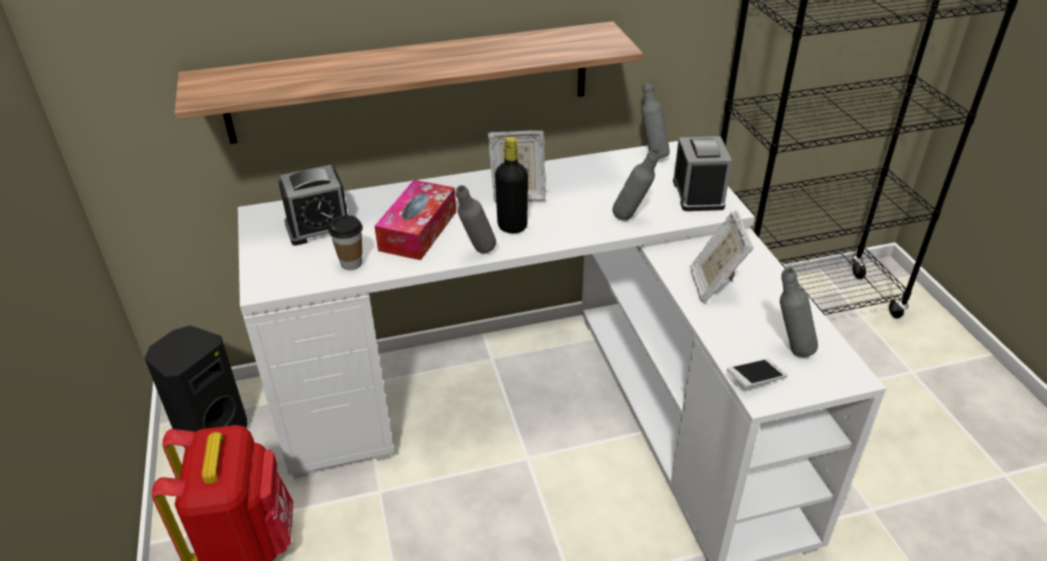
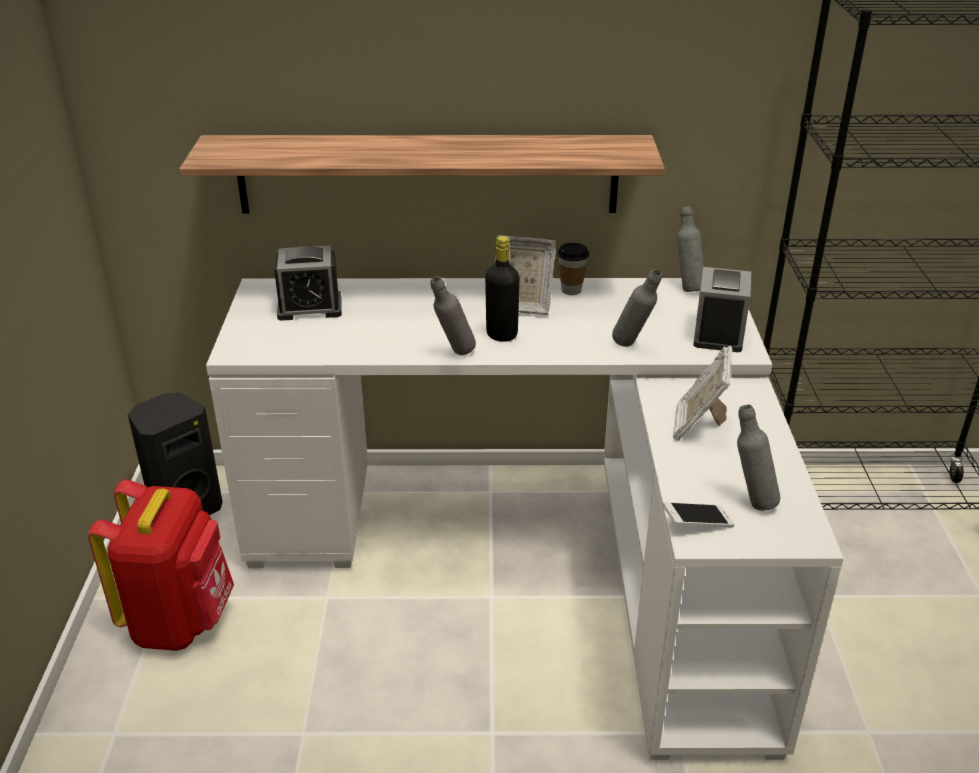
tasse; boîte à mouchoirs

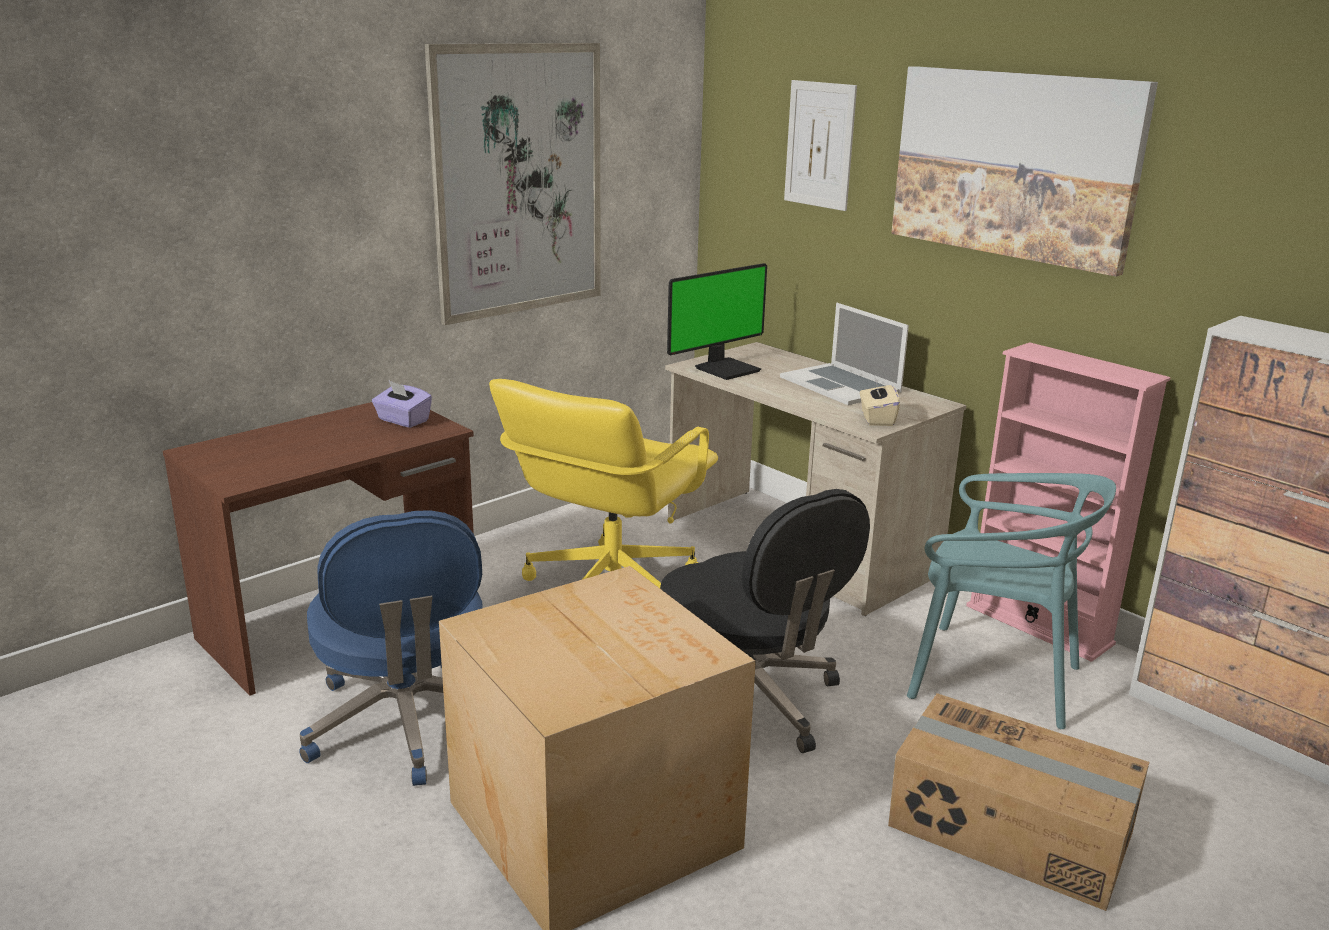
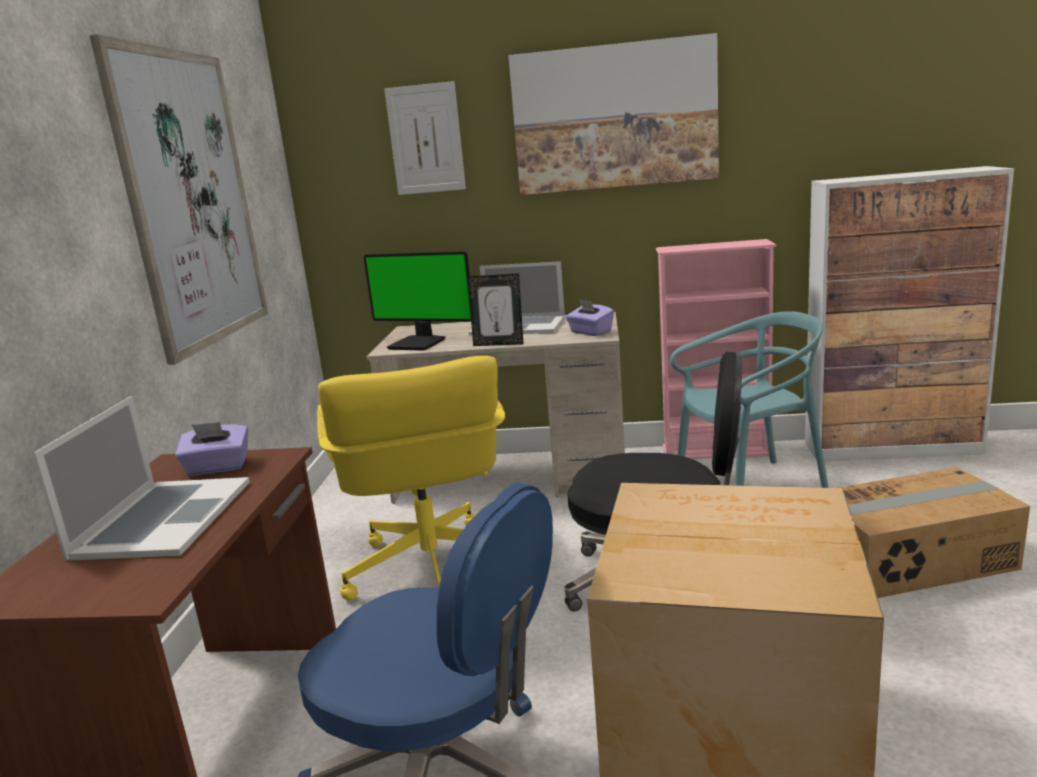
écran d'ordinateur; boîte à mouchoirs/violet (2nd from left); ordinateur portable (1st from left); cadre photo

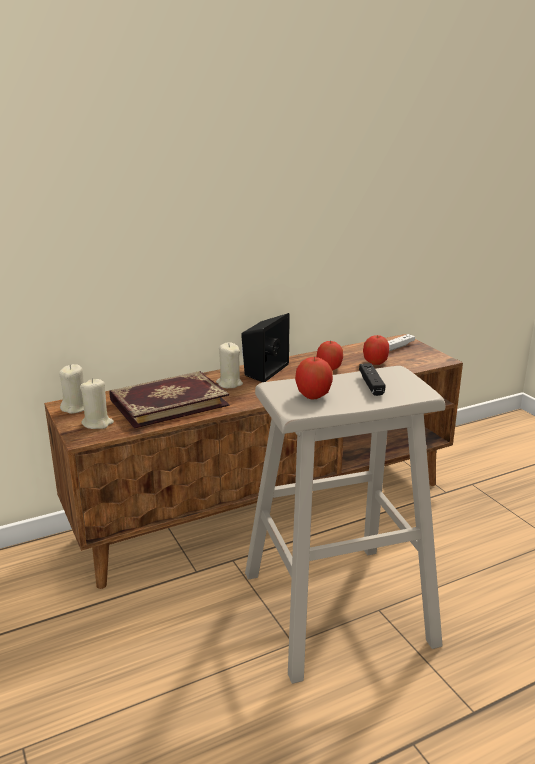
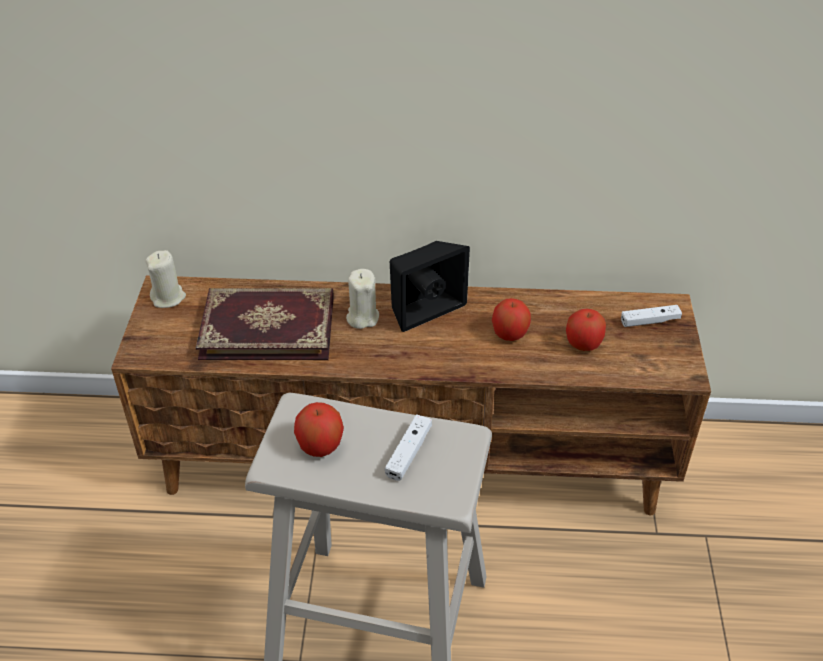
bougie/beige (2nd from left in the first image); manette/blanc (1st from left)

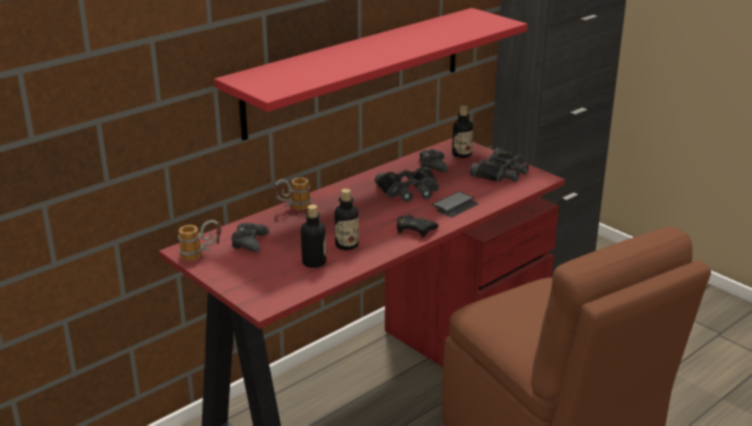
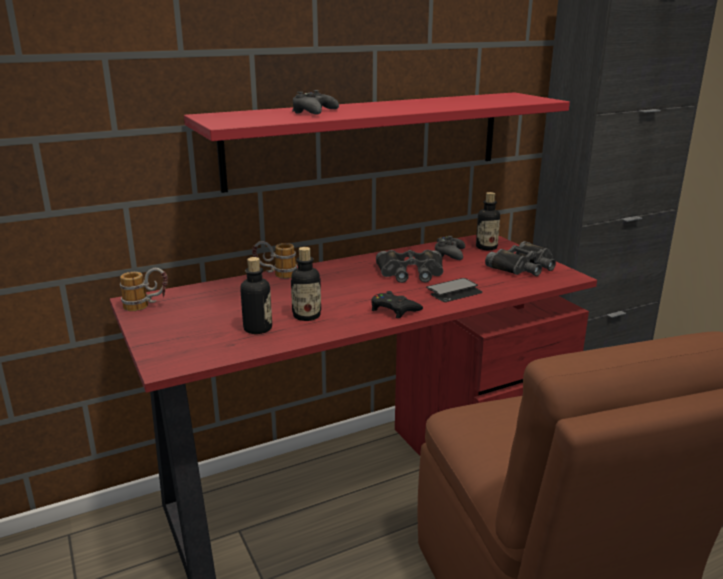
manette/noir (1st from left)

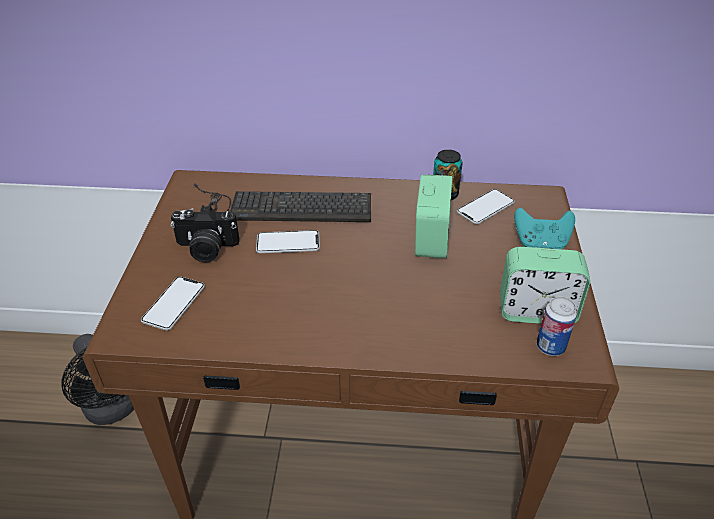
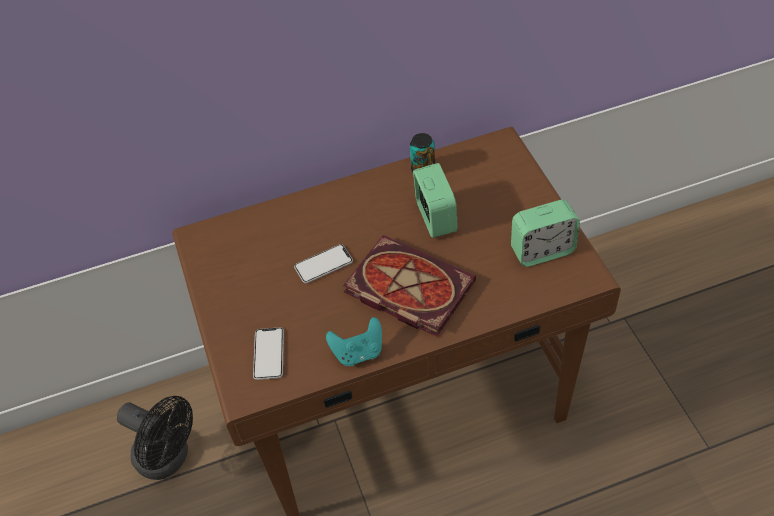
appareil photo; clavier; téléphone (3rd from left in the first image); manette/turquoise; boîte métallique (2nd from left in the first image); livre

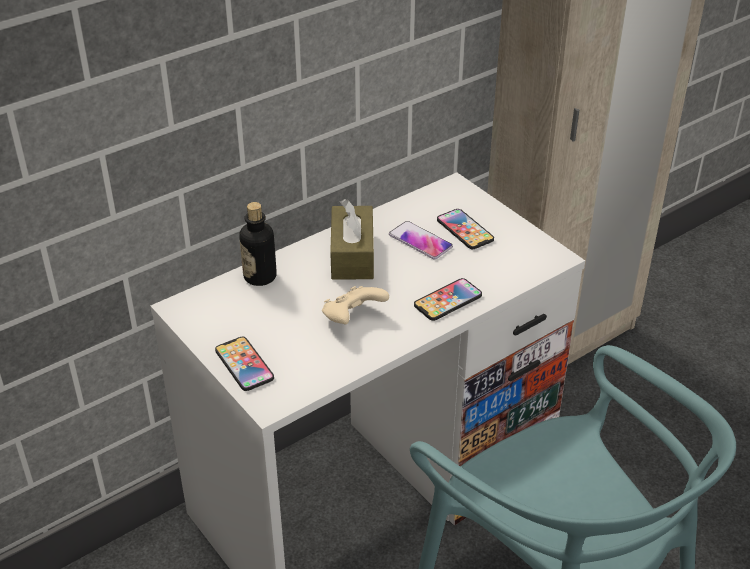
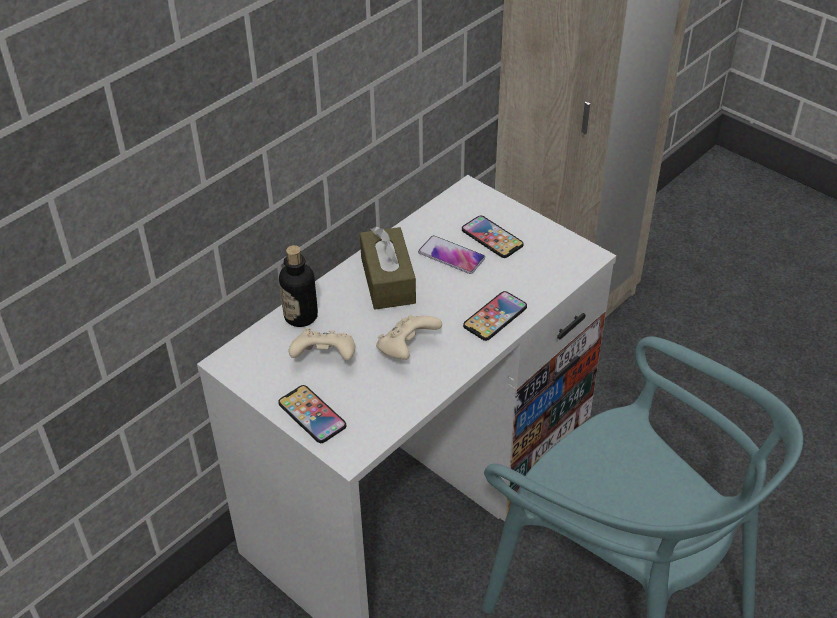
manette/beige (1st from left)

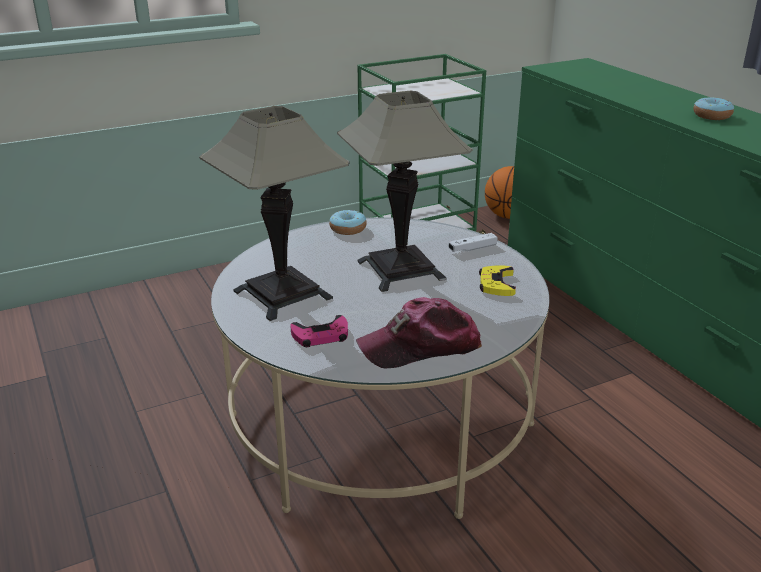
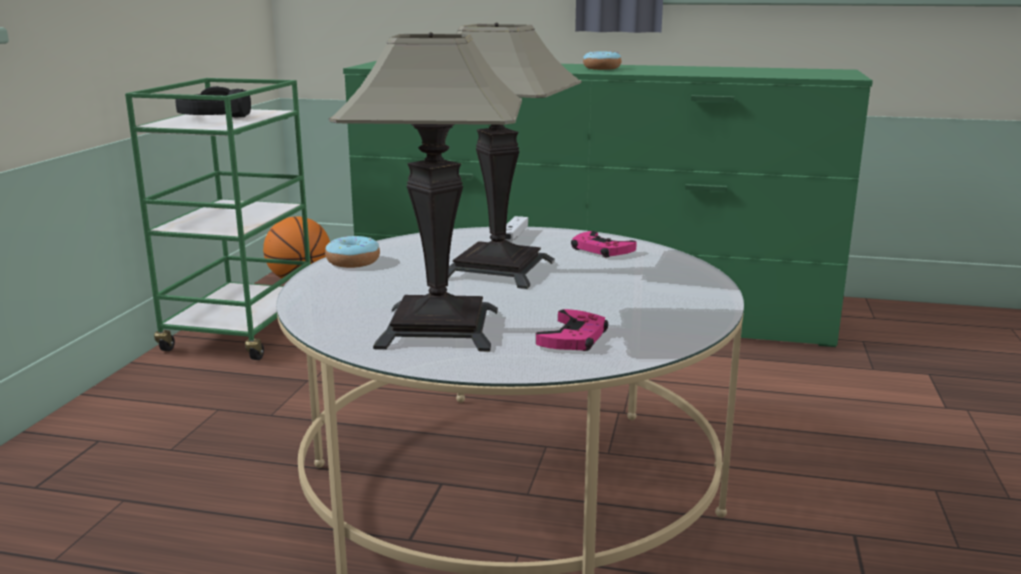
casquette; manette/rose (2nd from left); casque audio/noir

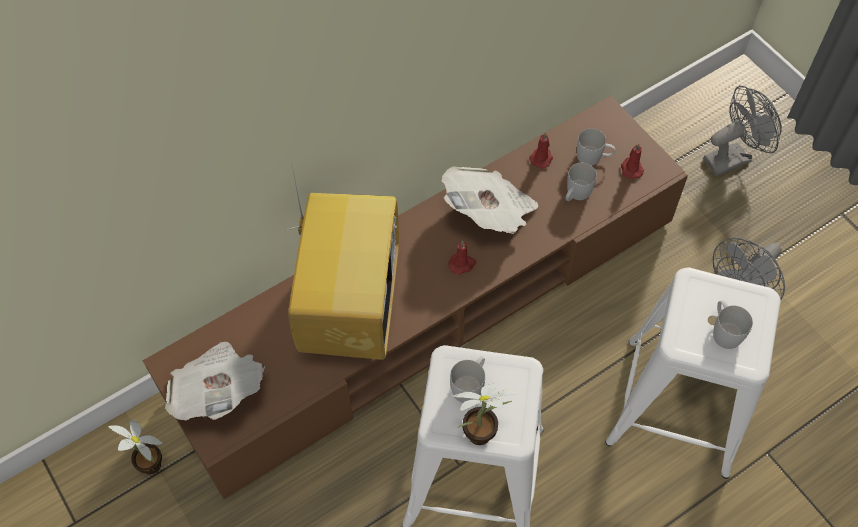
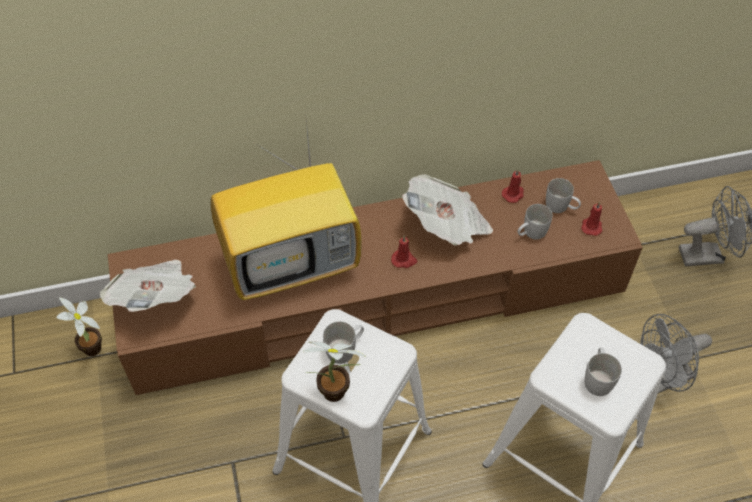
téléviseur

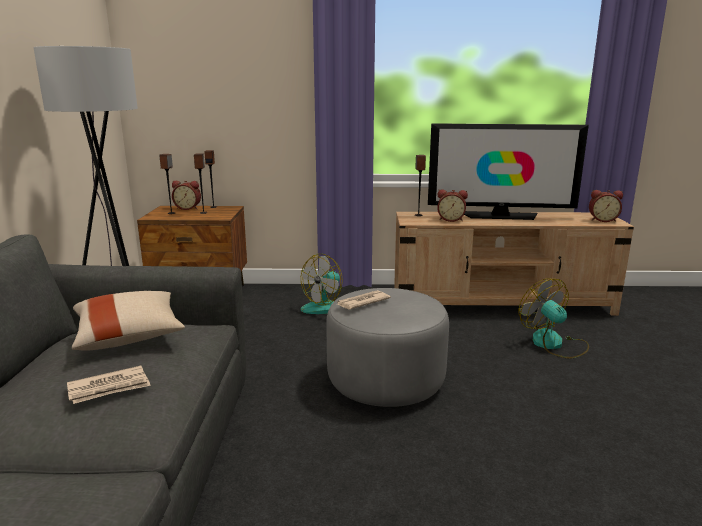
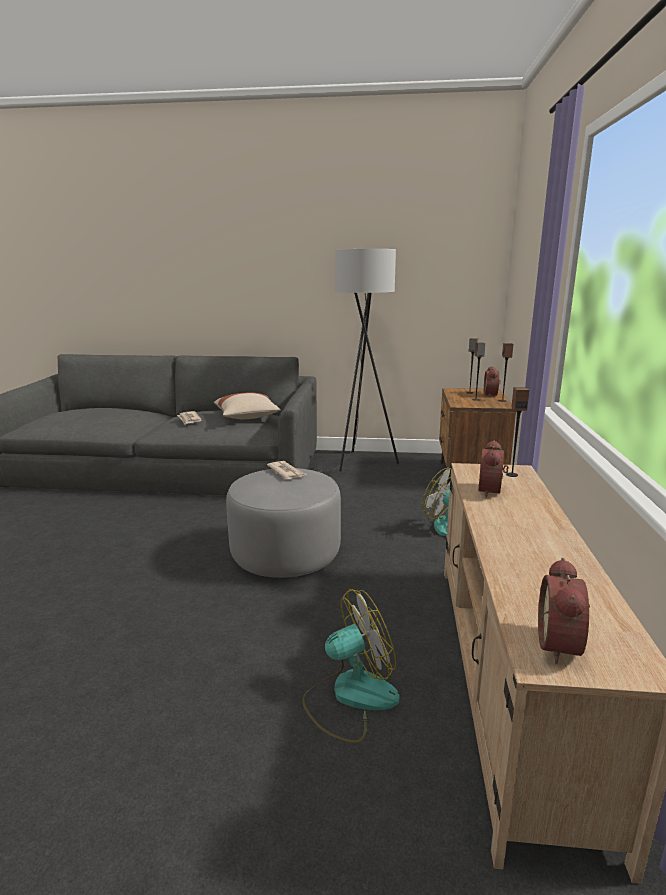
téléviseur

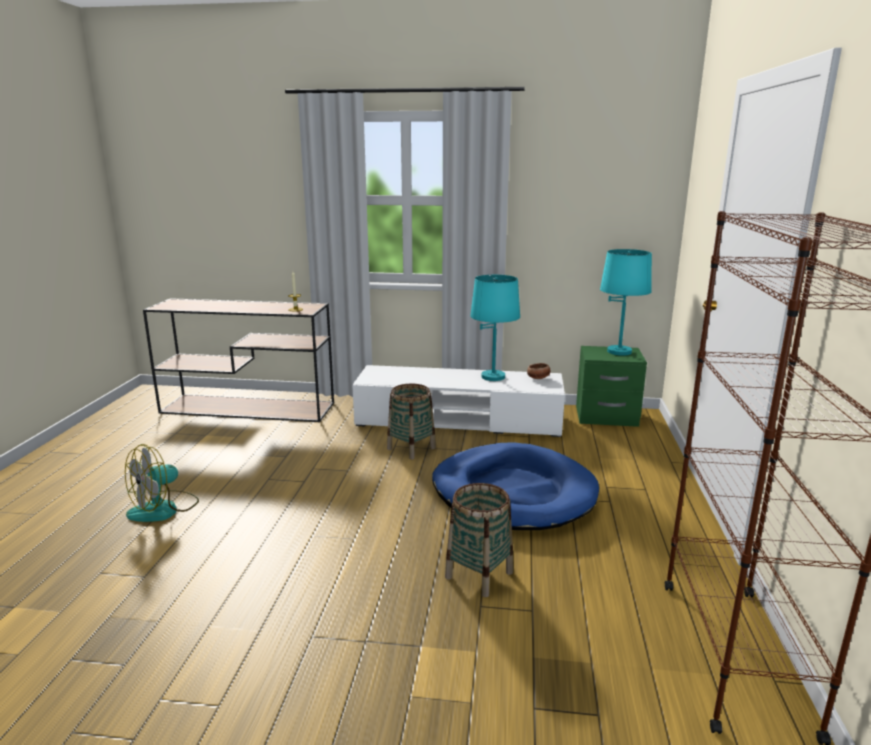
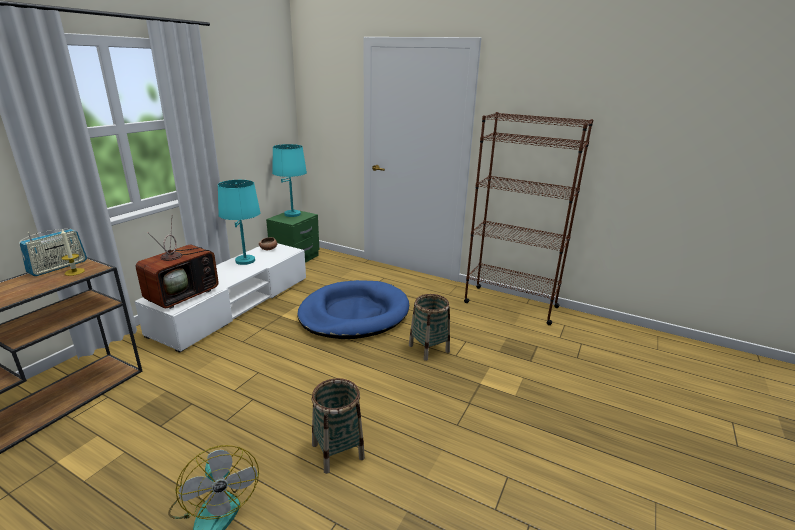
panier (1st from left); radio; téléviseur

